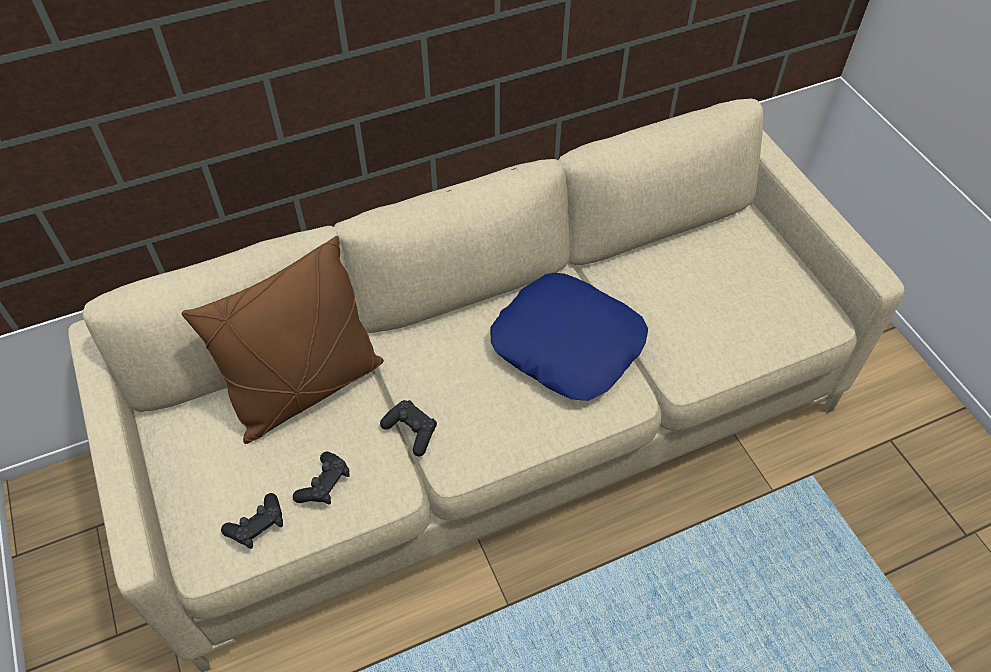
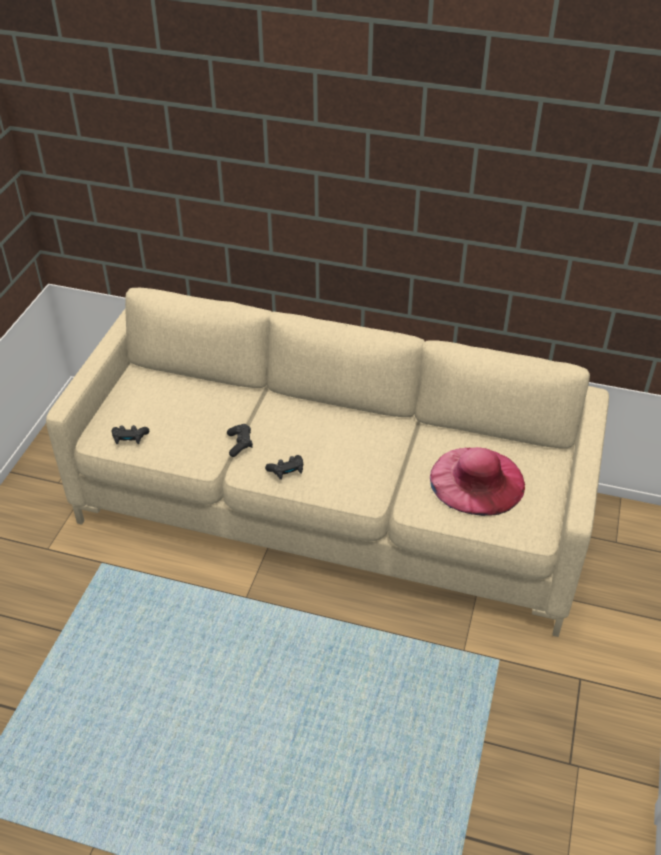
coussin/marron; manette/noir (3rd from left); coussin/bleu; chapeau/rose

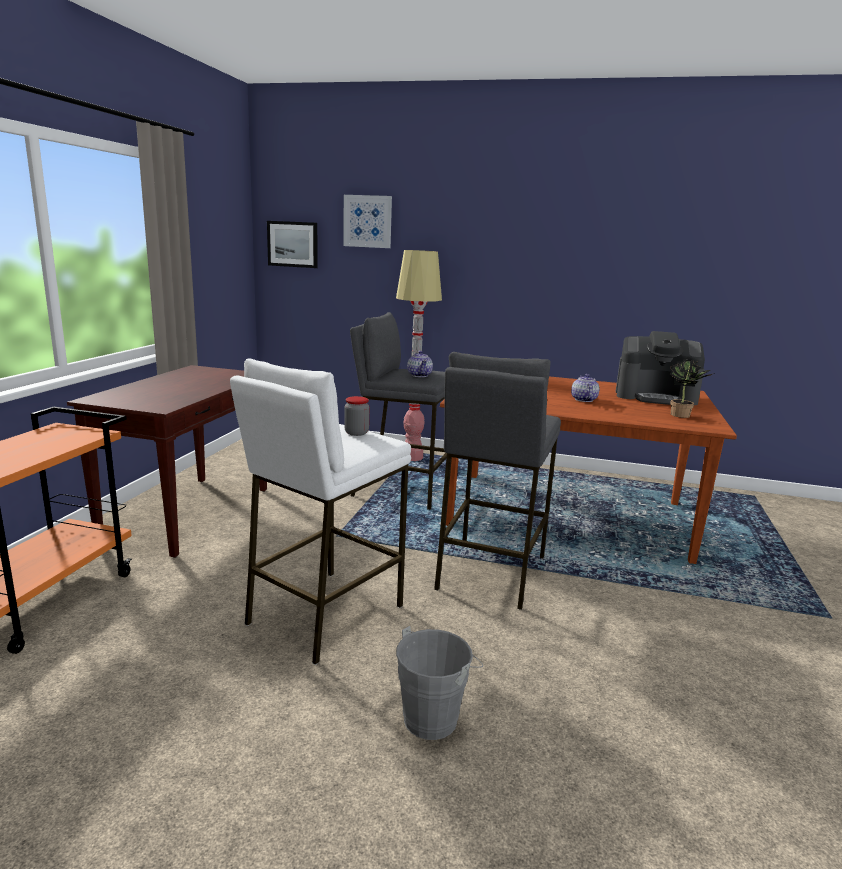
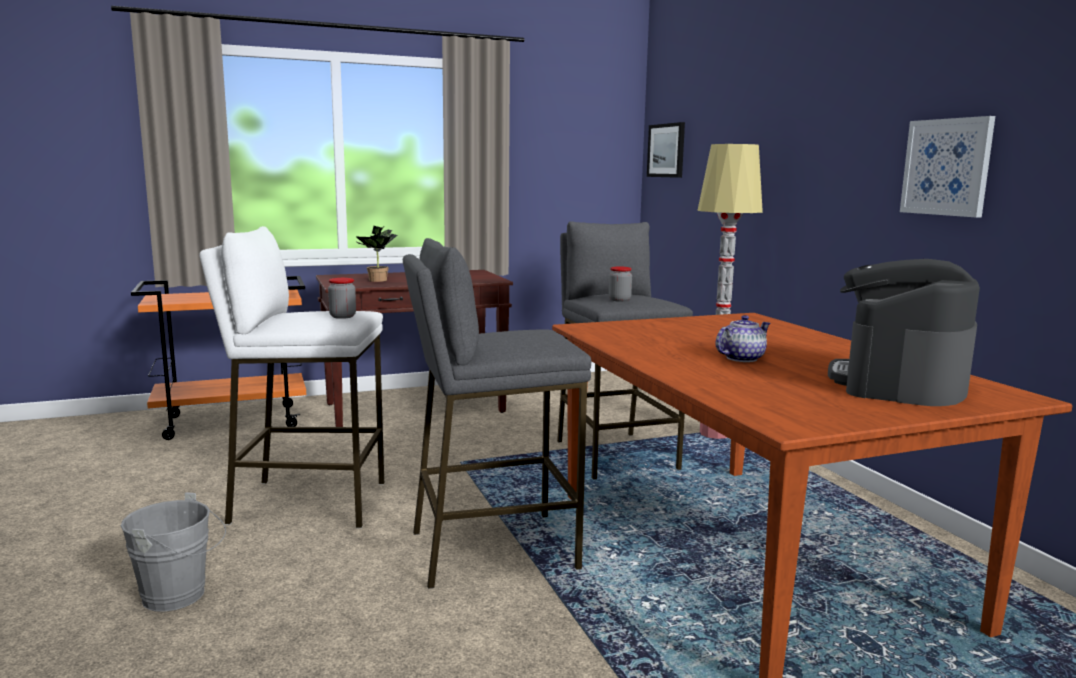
tableau (2nd from left); bocal (2nd from left); machine à café; plante en pot

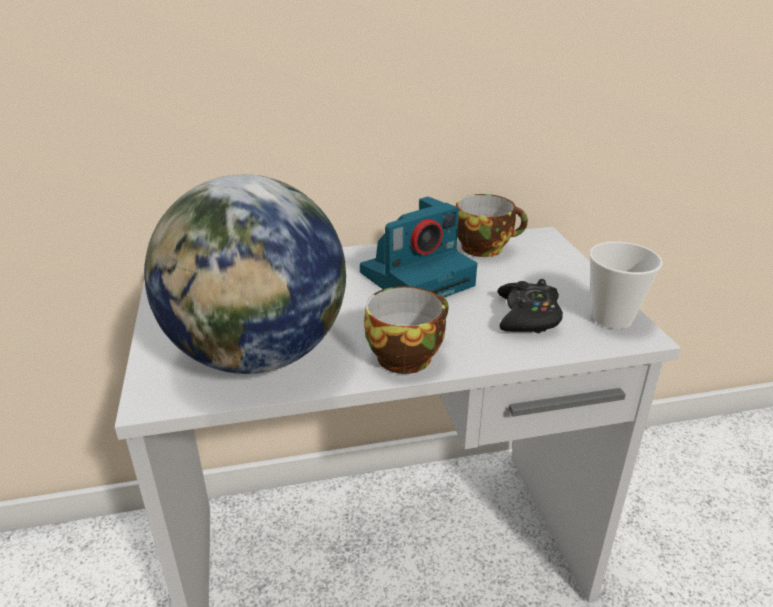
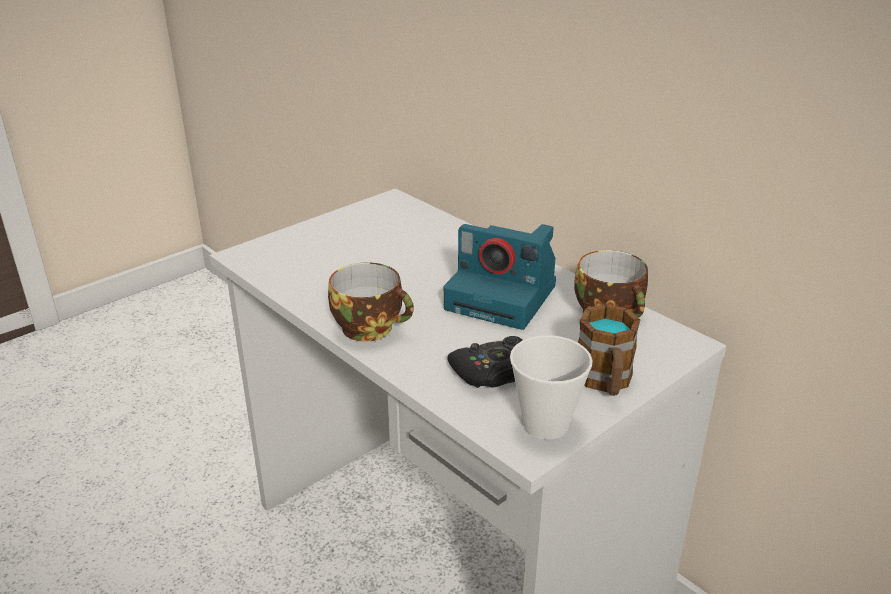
globe; mug

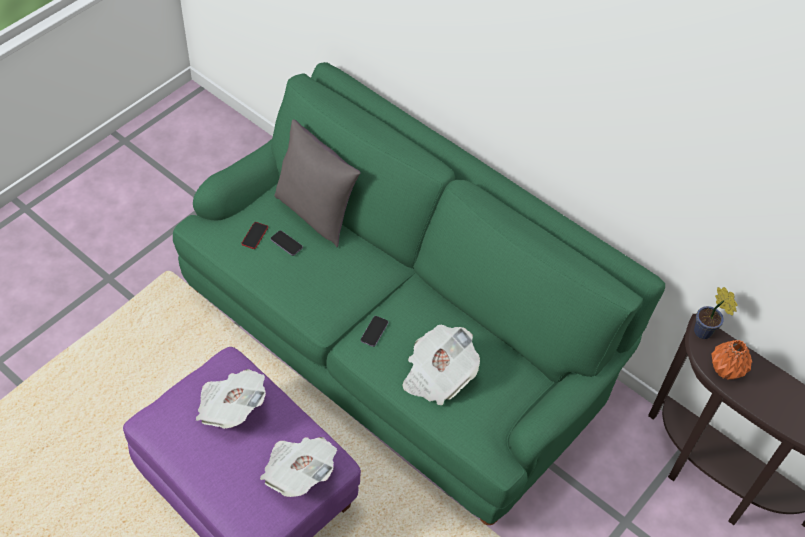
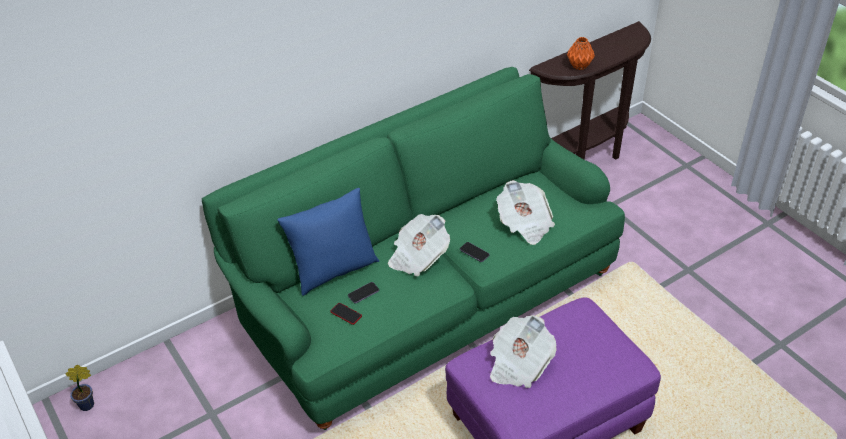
journal (1st from left); coussin/bleu; plante en pot

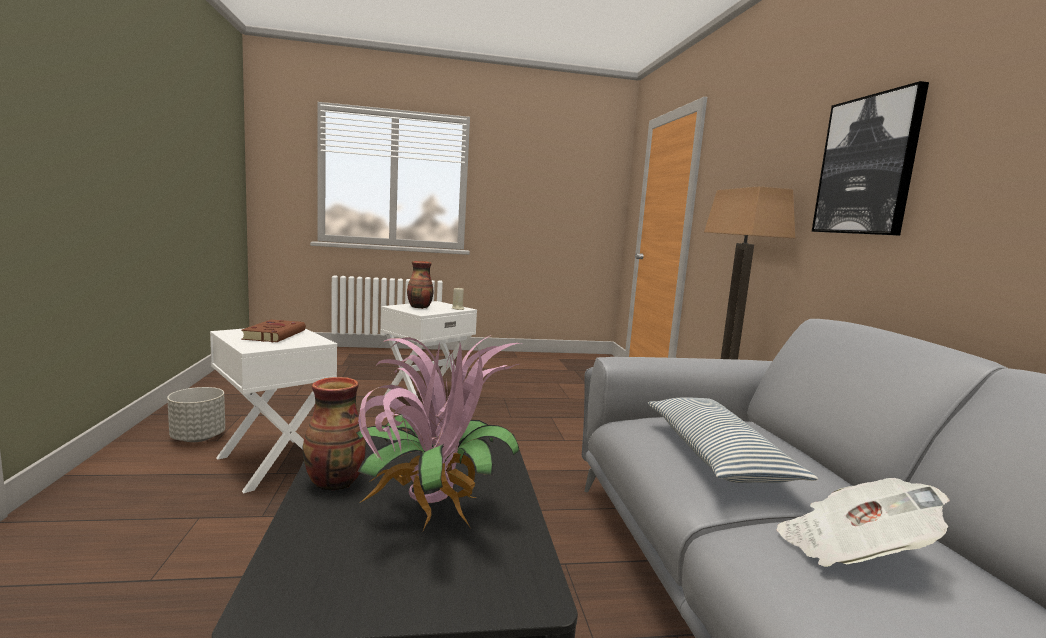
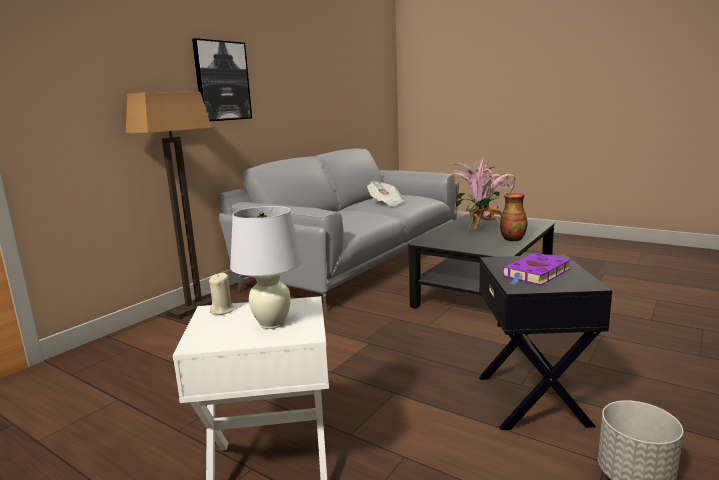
table d'appoint/noir; livre/violet; lampe de table/blanc; coussin

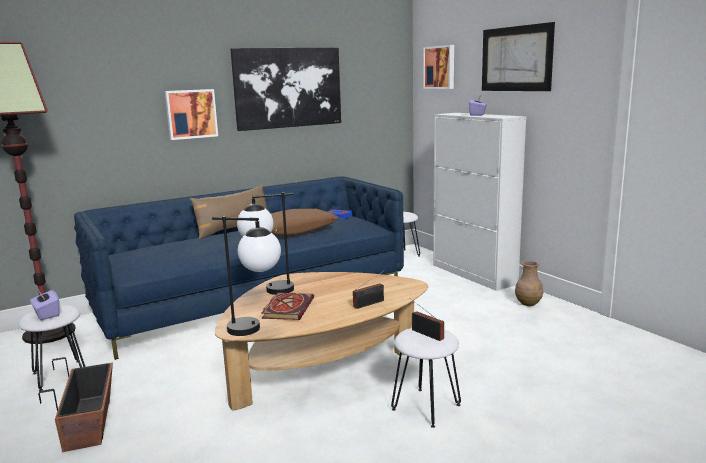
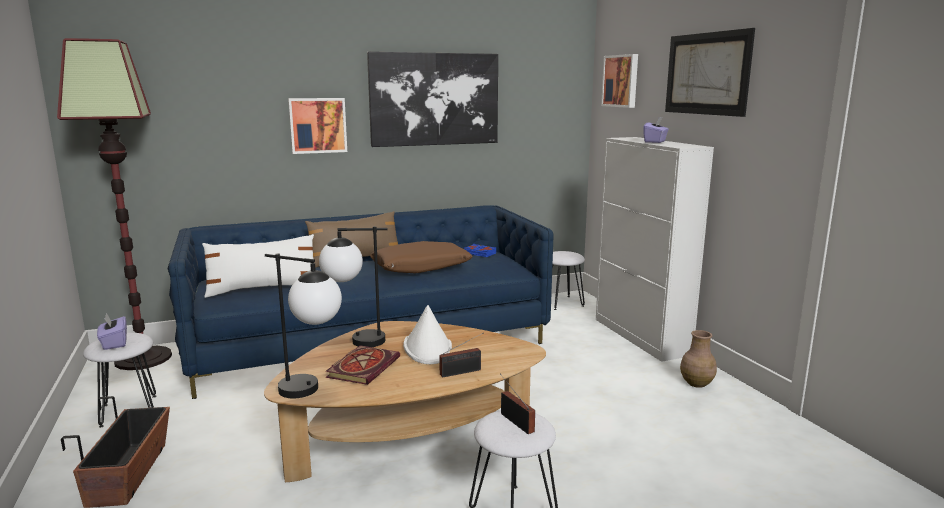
coussin/blanc; chapeau/blanc

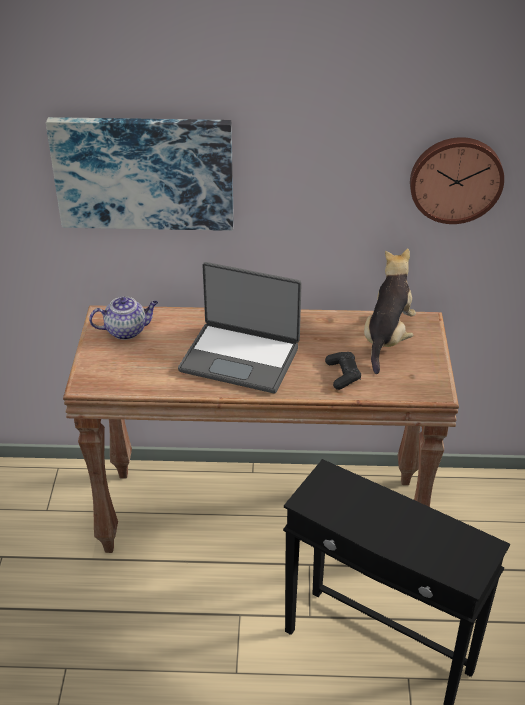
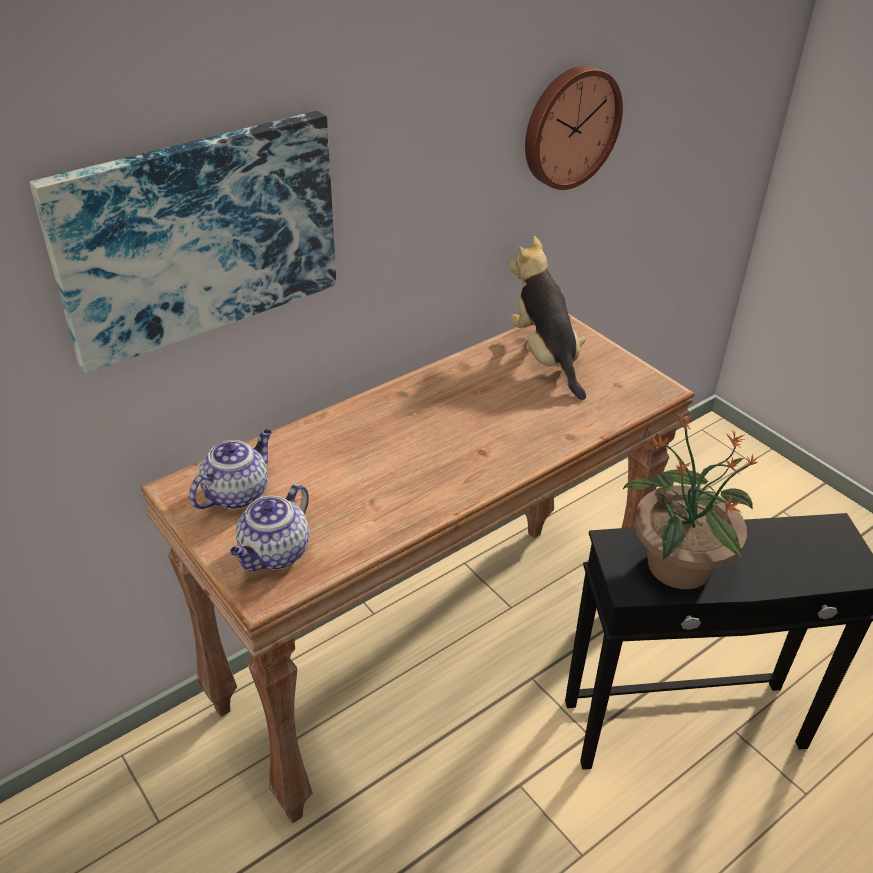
ordinateur portable; manette/noir; théière (2nd from left); plante en pot

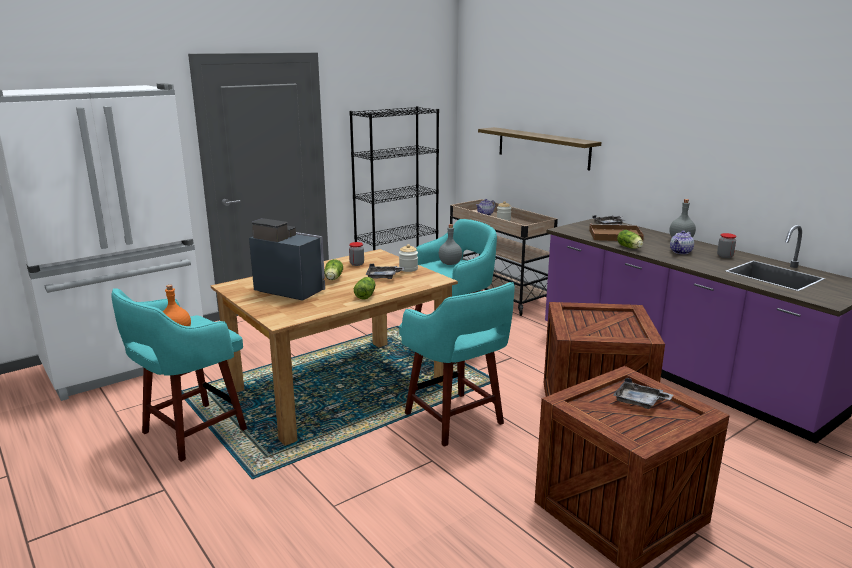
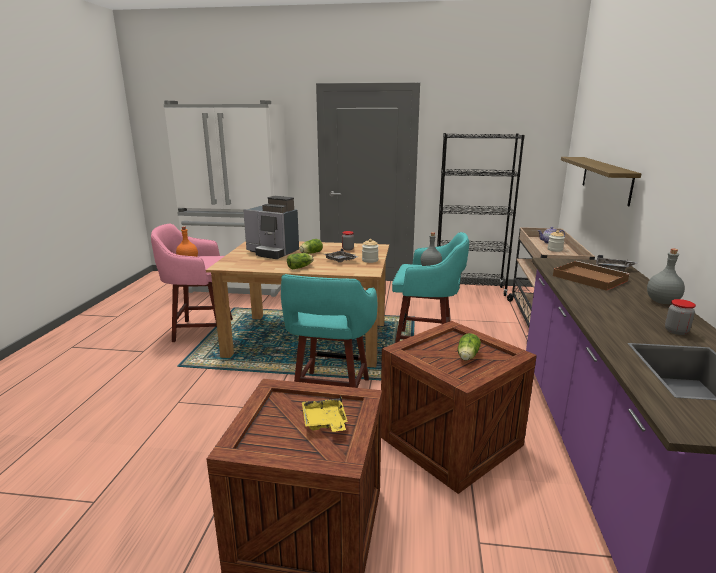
tabouret/rose; machine à café; plateau/jaune; laitue (3rd from left); théière (2nd from left in the first image)

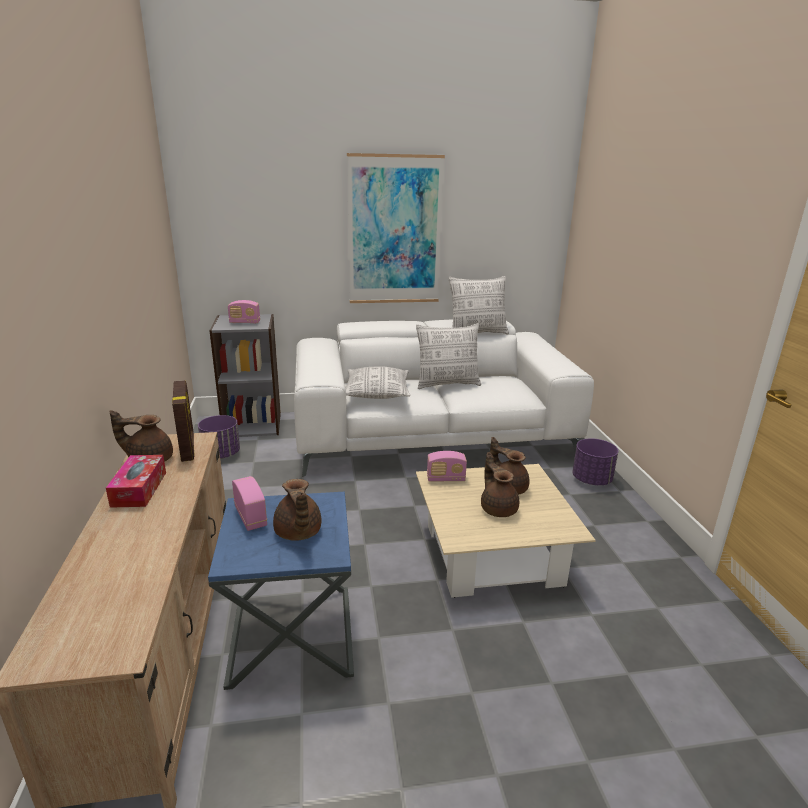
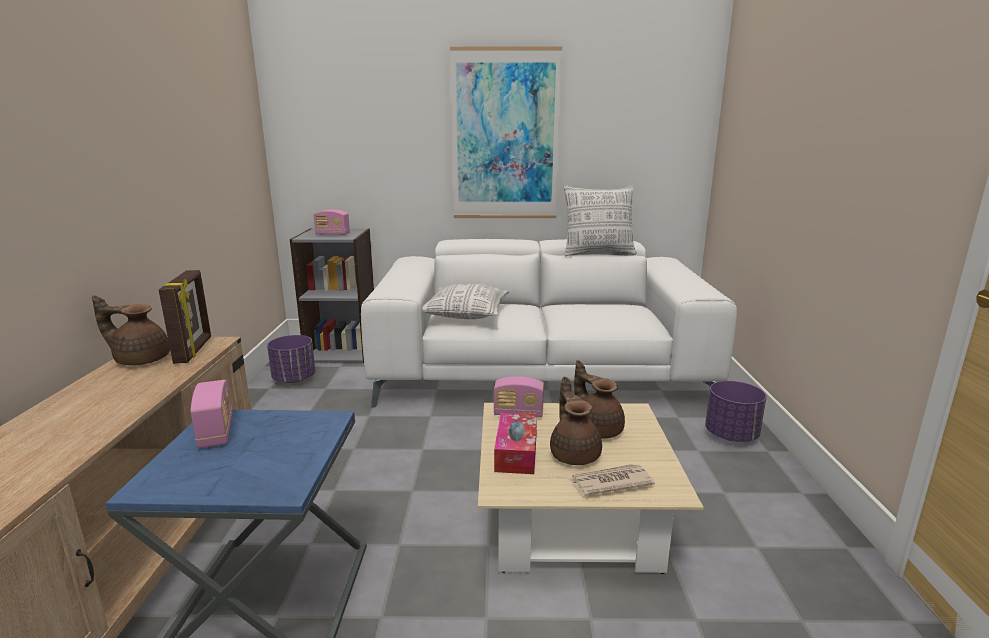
boîte à mouchoirs; théière/marron (2nd from left in the first image); coussin (2nd from left in the first image); journal

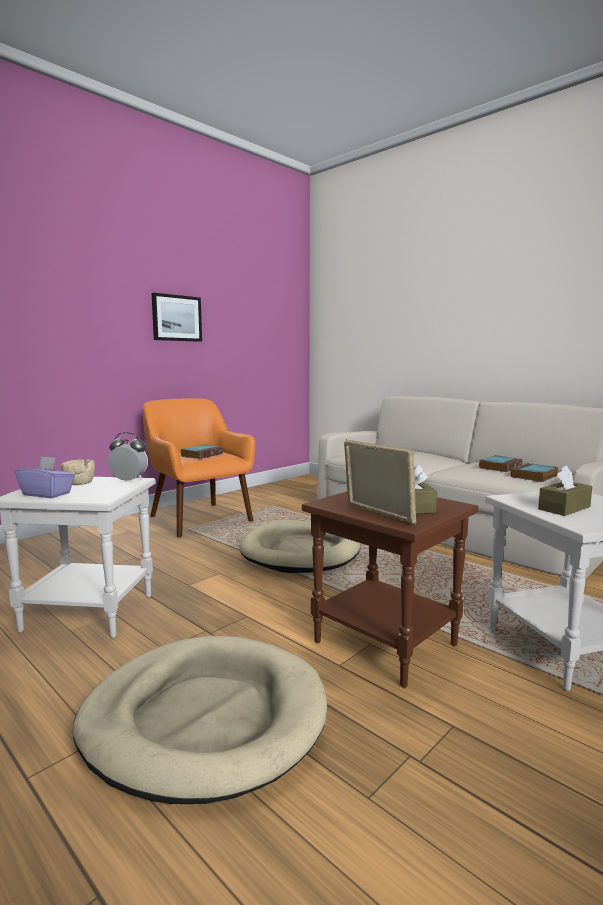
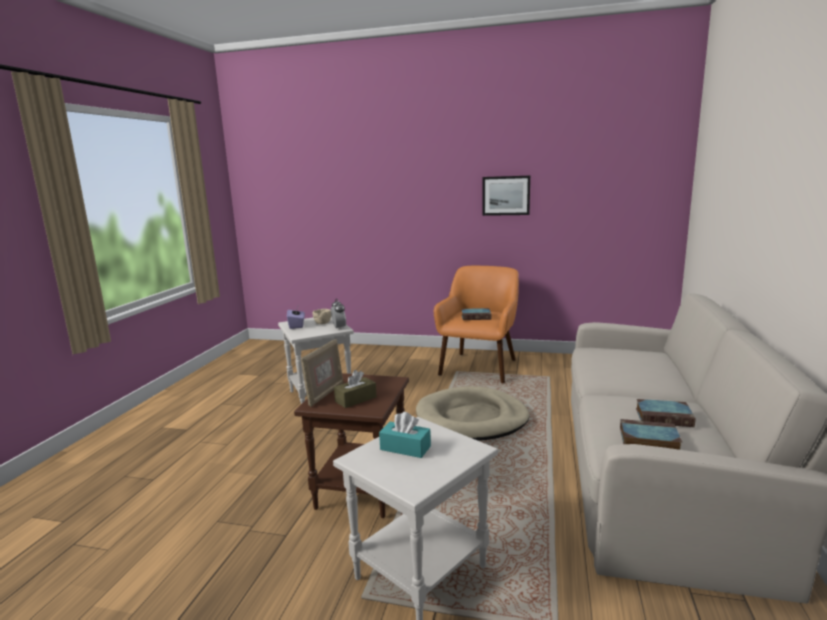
panier pour chien/beige (1st from left in the first image); boîte à mouchoirs/turquoise

